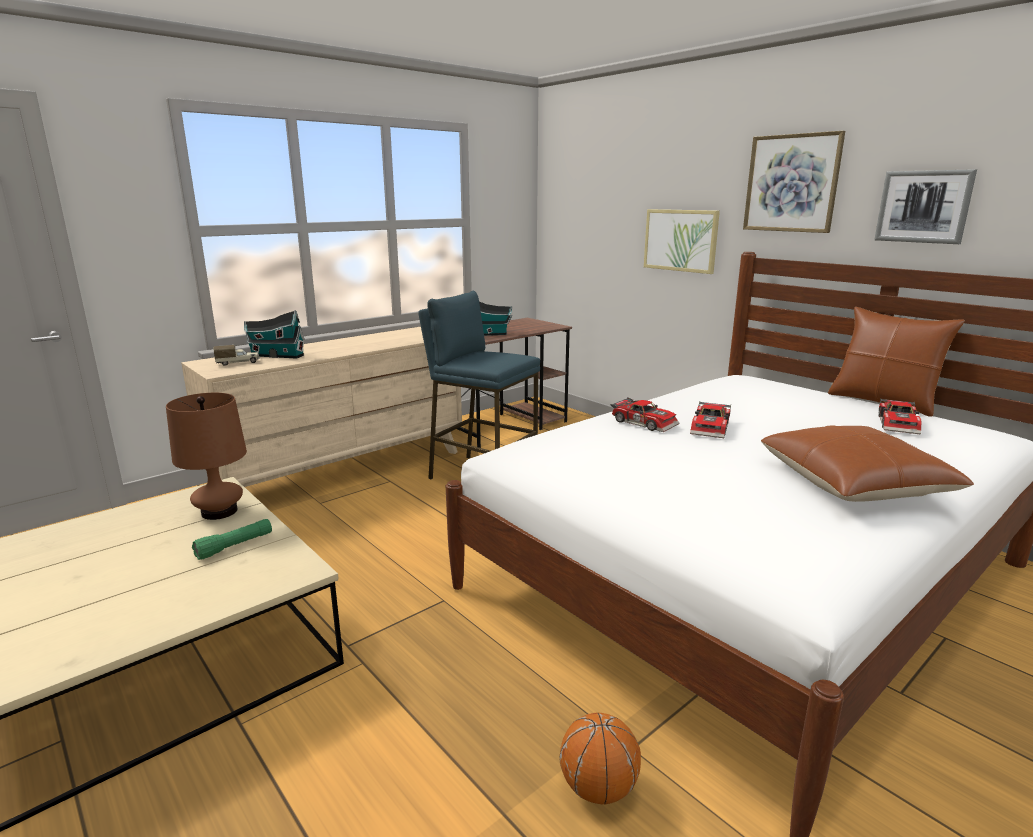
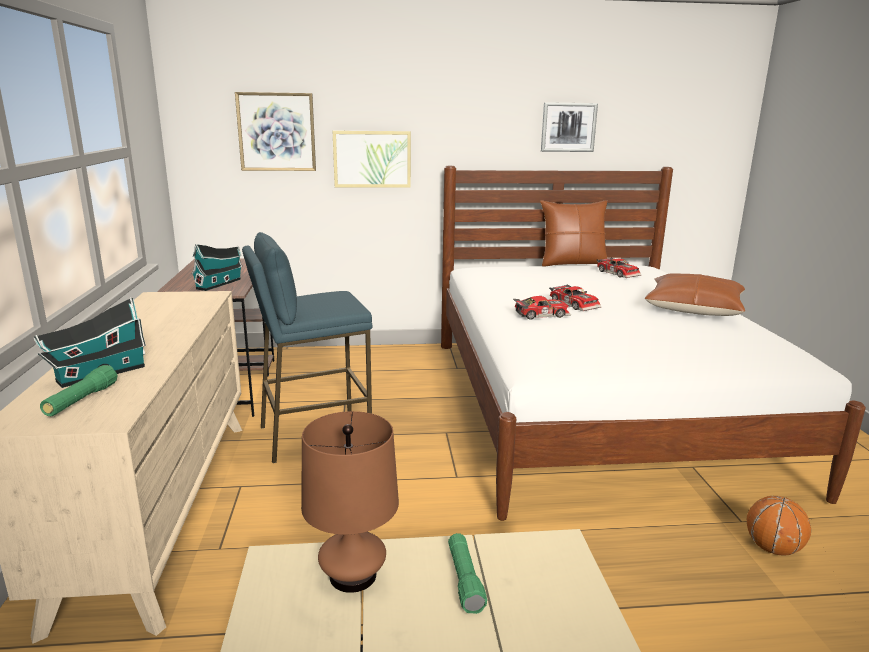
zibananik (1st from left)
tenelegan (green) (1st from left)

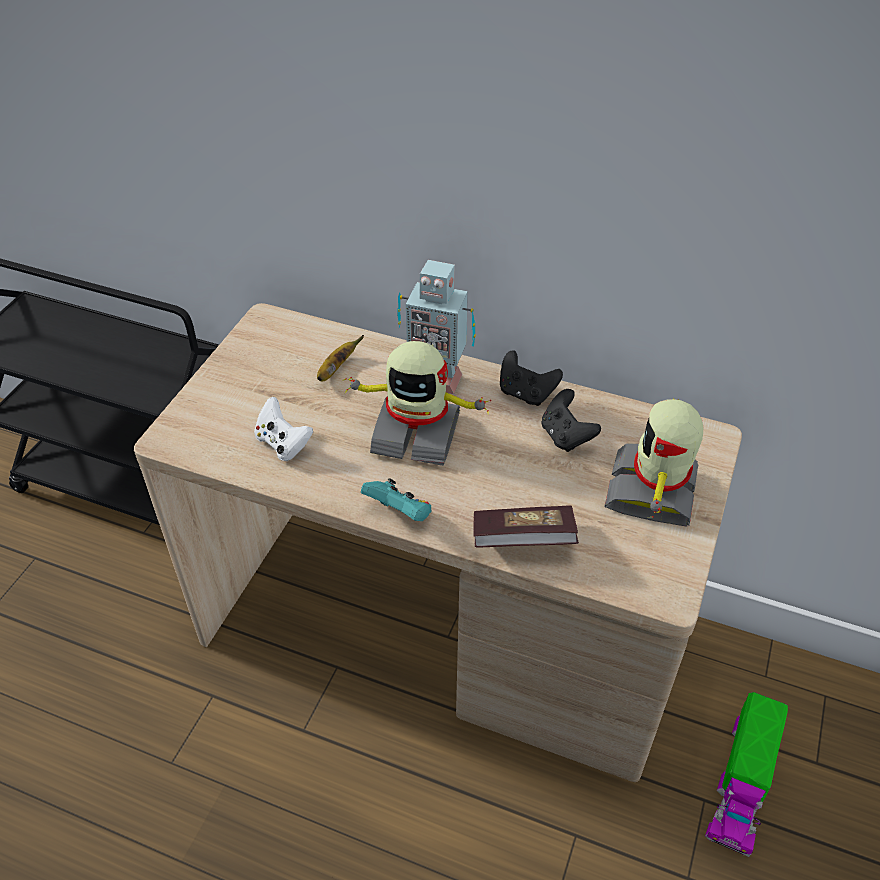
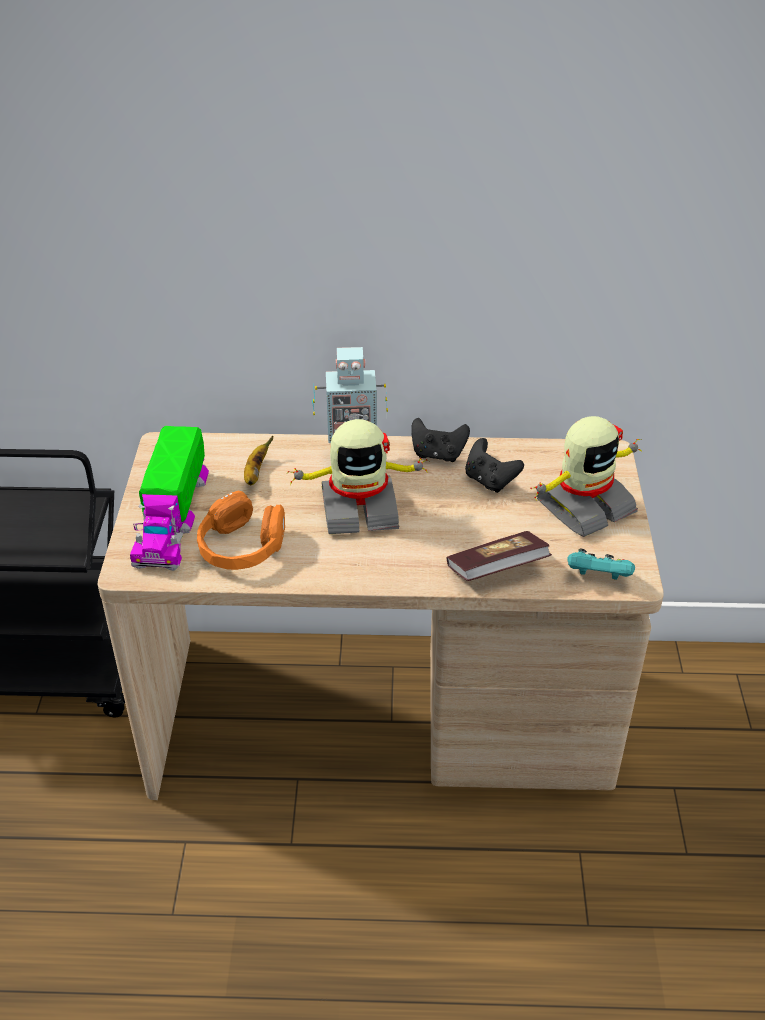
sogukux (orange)
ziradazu (3rd from left)
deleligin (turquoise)
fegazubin

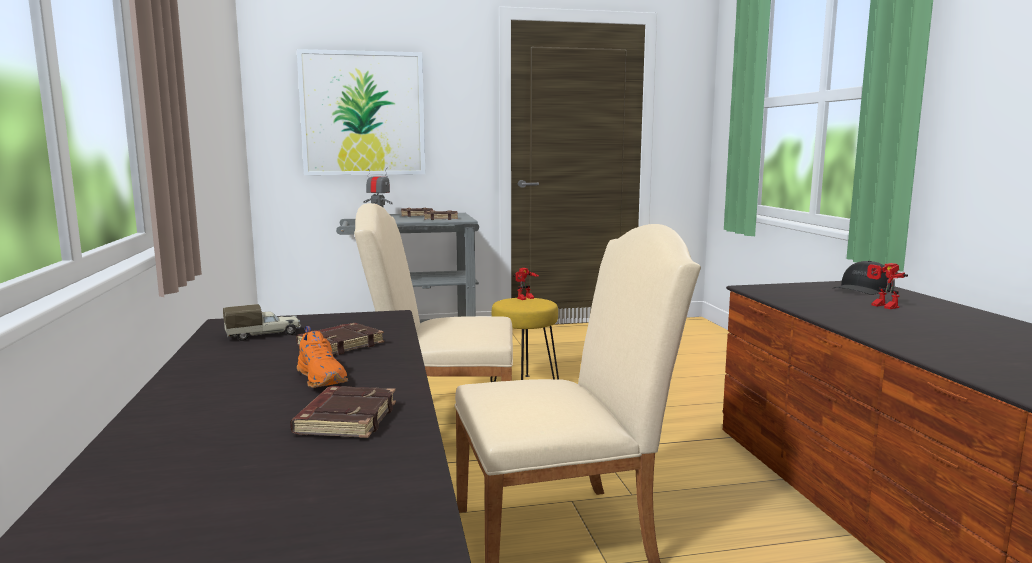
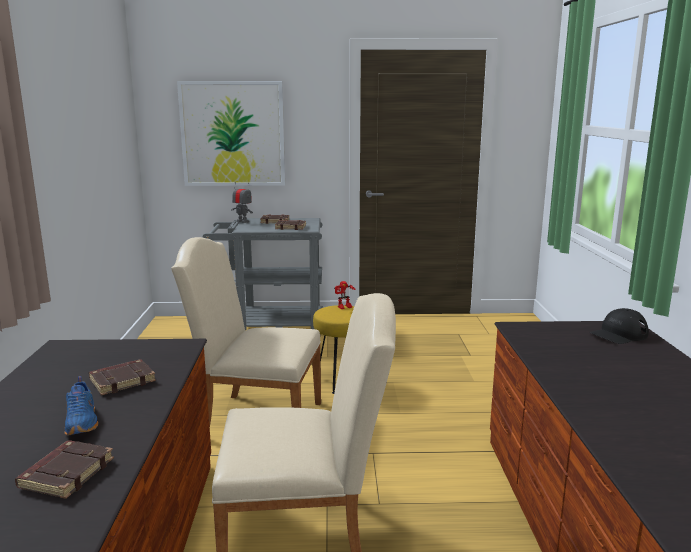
ziradazu (3rd from left in the first image)
fegazubin
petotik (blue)

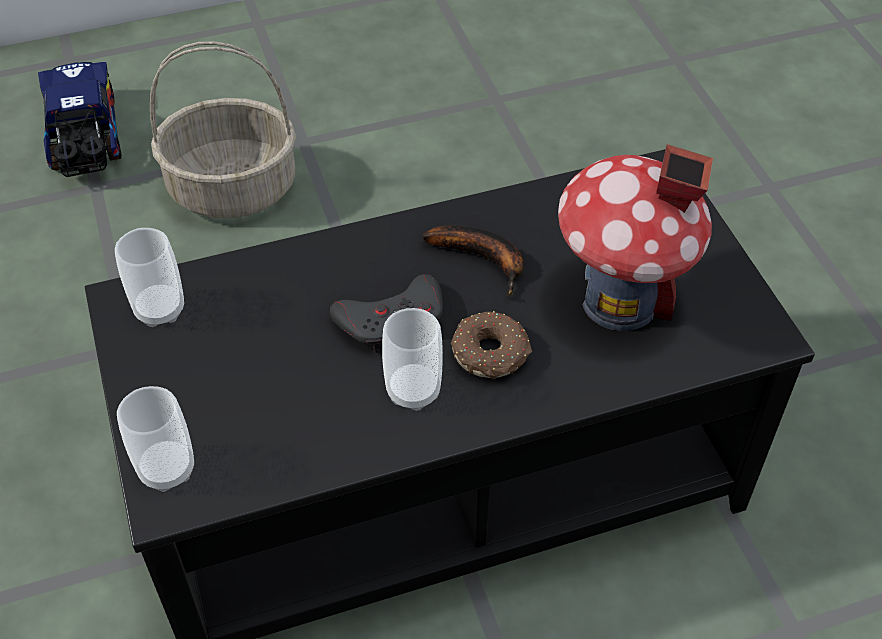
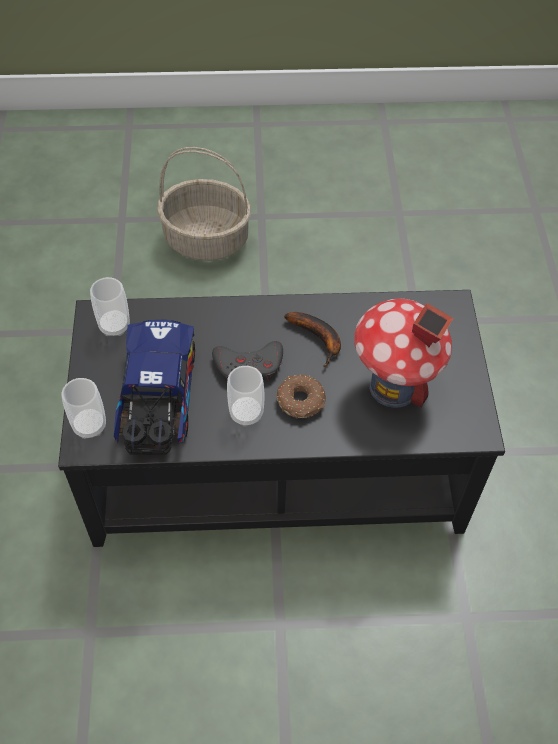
fegazubin

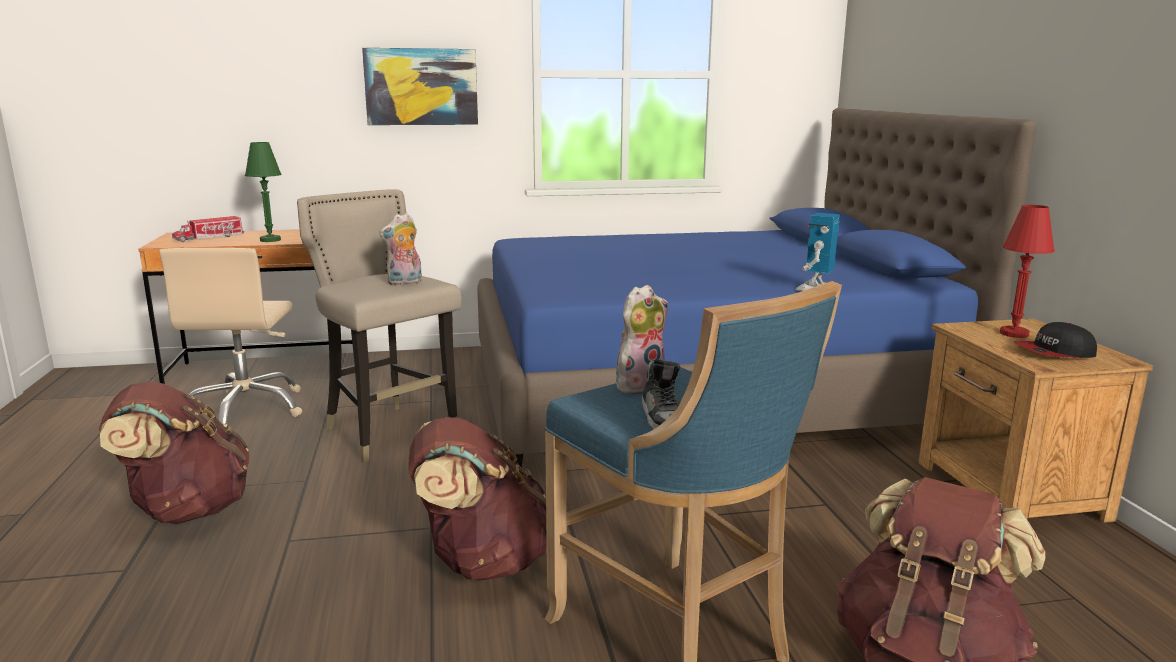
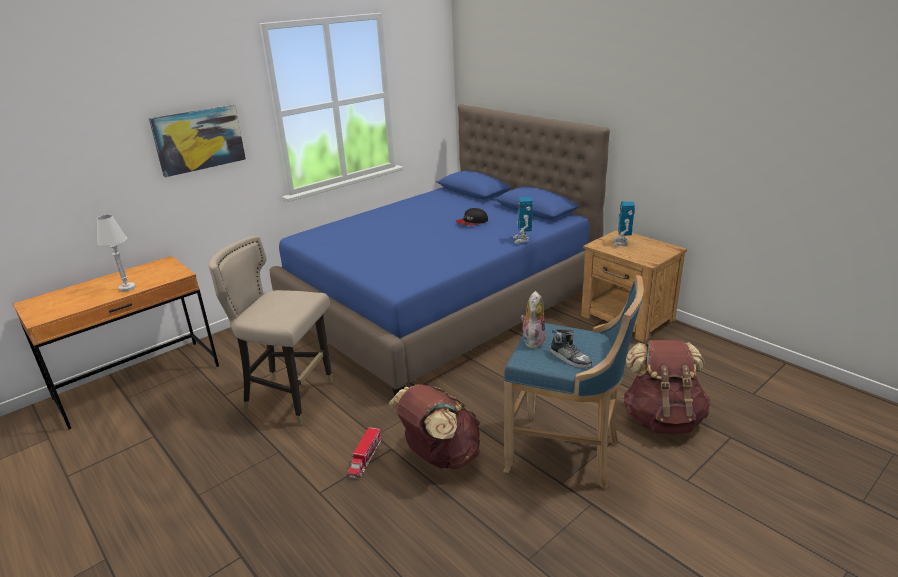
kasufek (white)
ziradazu (2nd from left)
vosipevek (1st from left in the first image)
fegazubin
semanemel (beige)
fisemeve
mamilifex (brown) (1st from left in the first image)

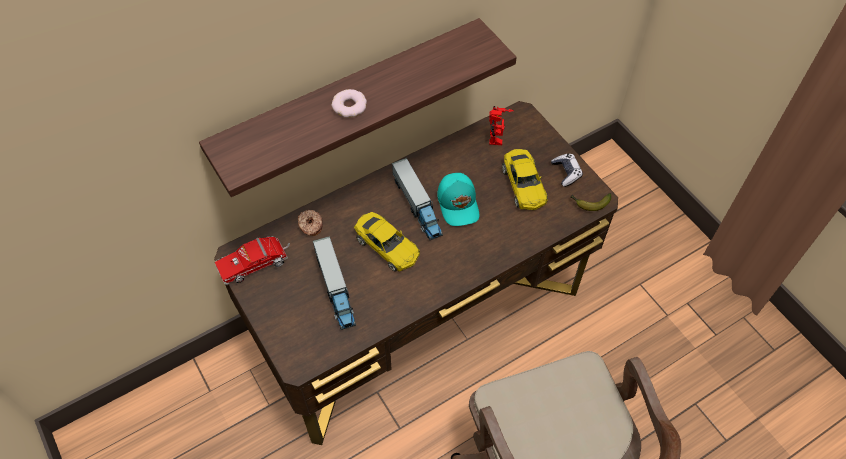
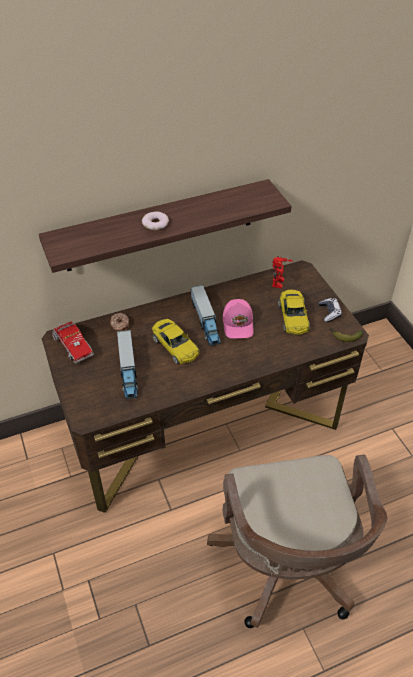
fisemeve (pink)
fegazubin (1st from left)

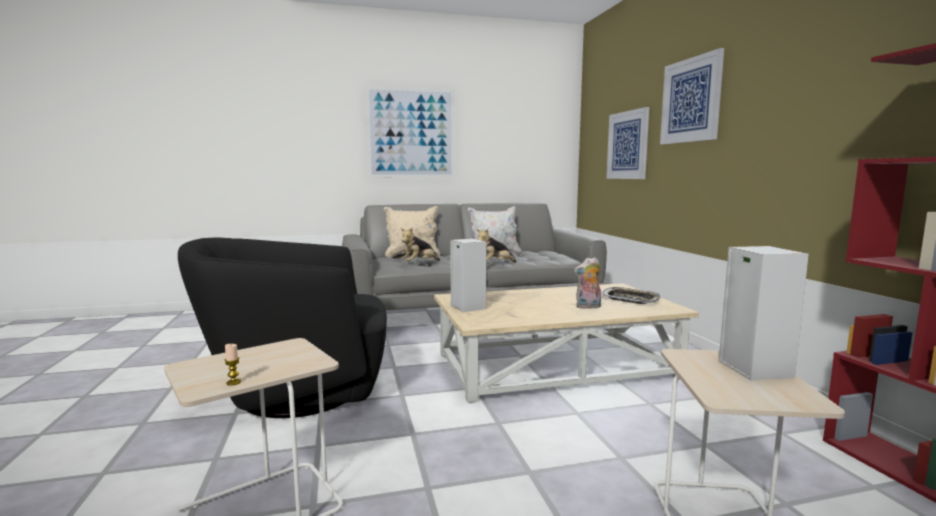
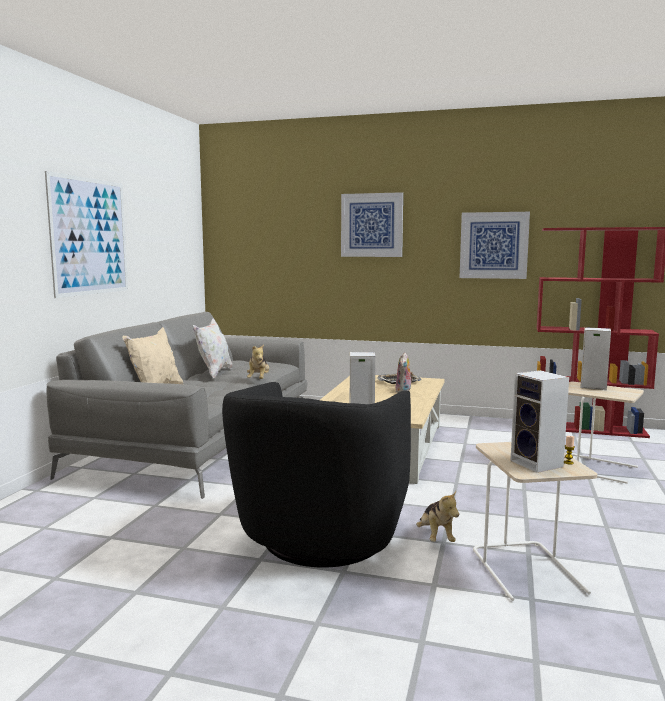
zibananik (3rd from left)
vosipevek (3rd from left)
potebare (2nd from left)

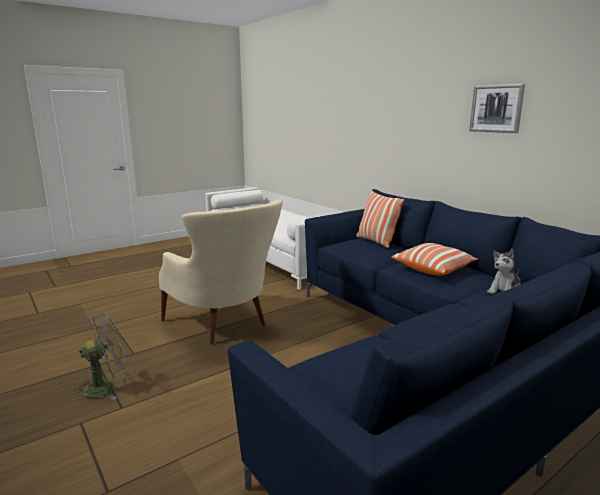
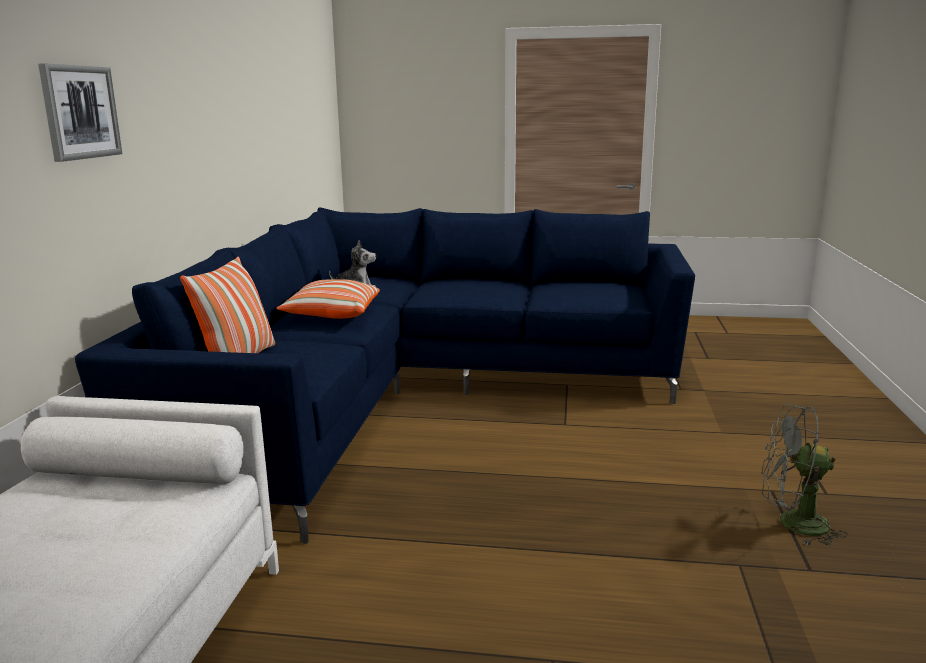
zibananik
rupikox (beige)

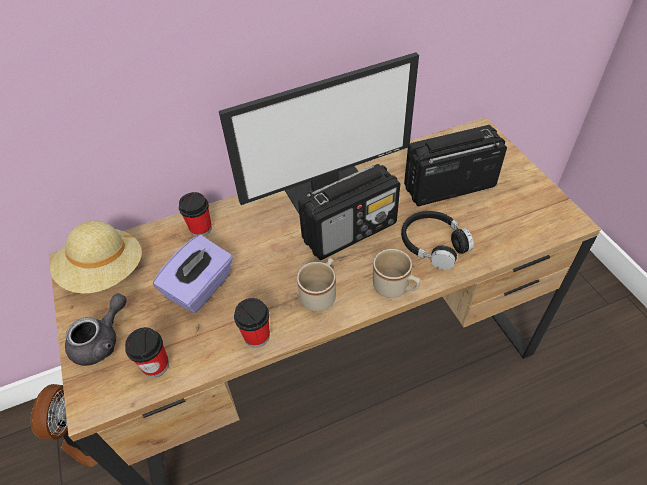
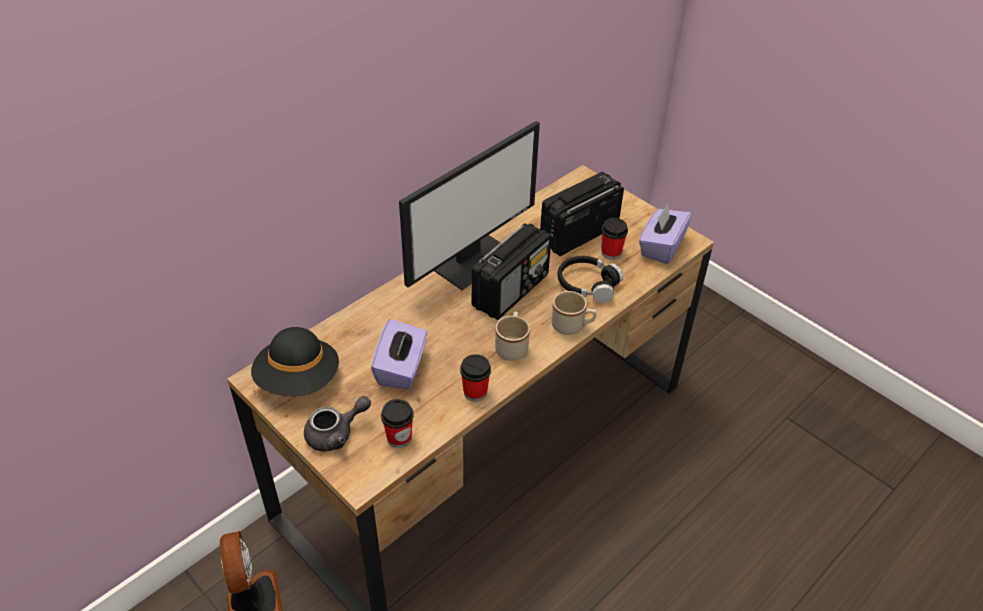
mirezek (3rd from left)
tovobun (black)
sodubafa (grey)
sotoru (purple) (2nd from left)

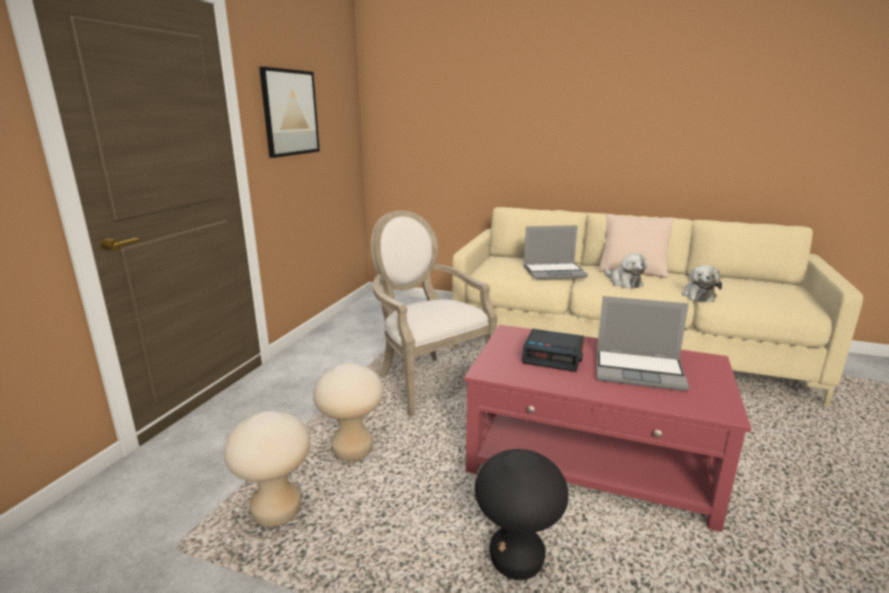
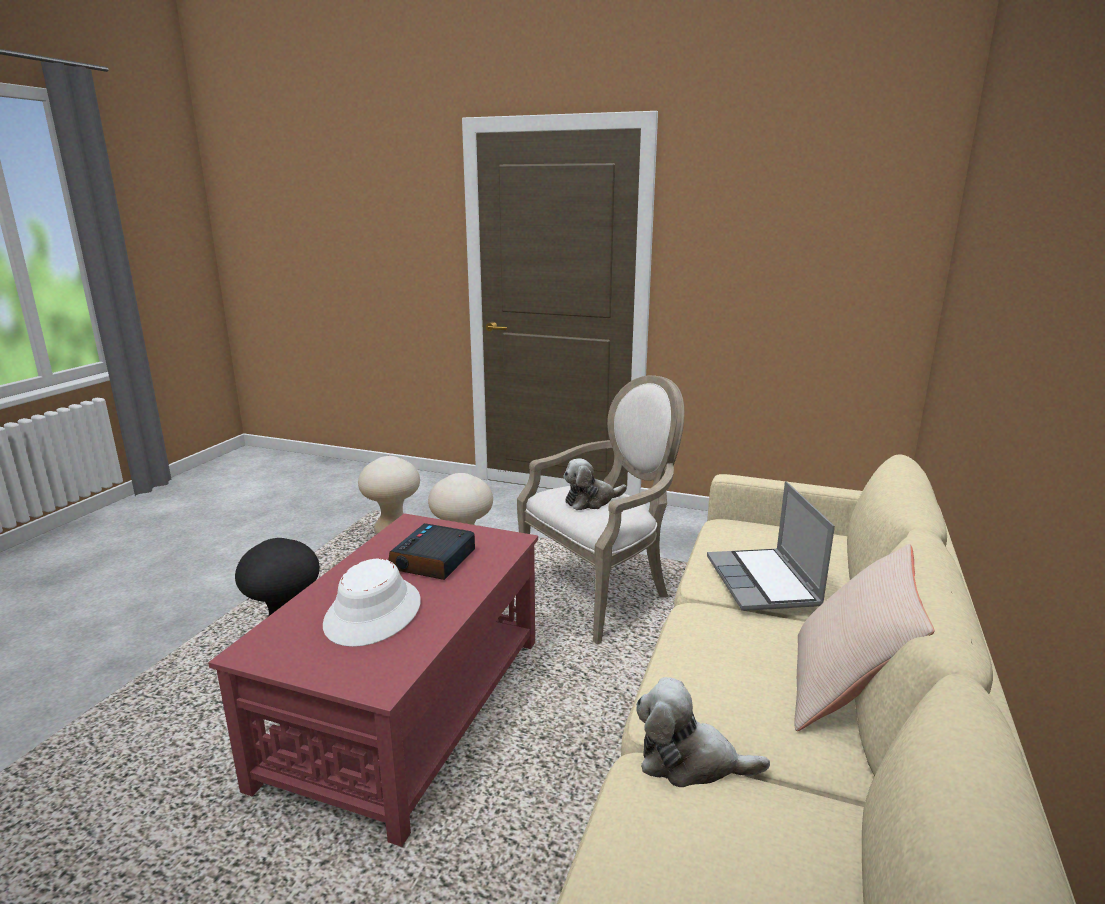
zibananik
vosipevek (1st from left)
tovobun (white)

